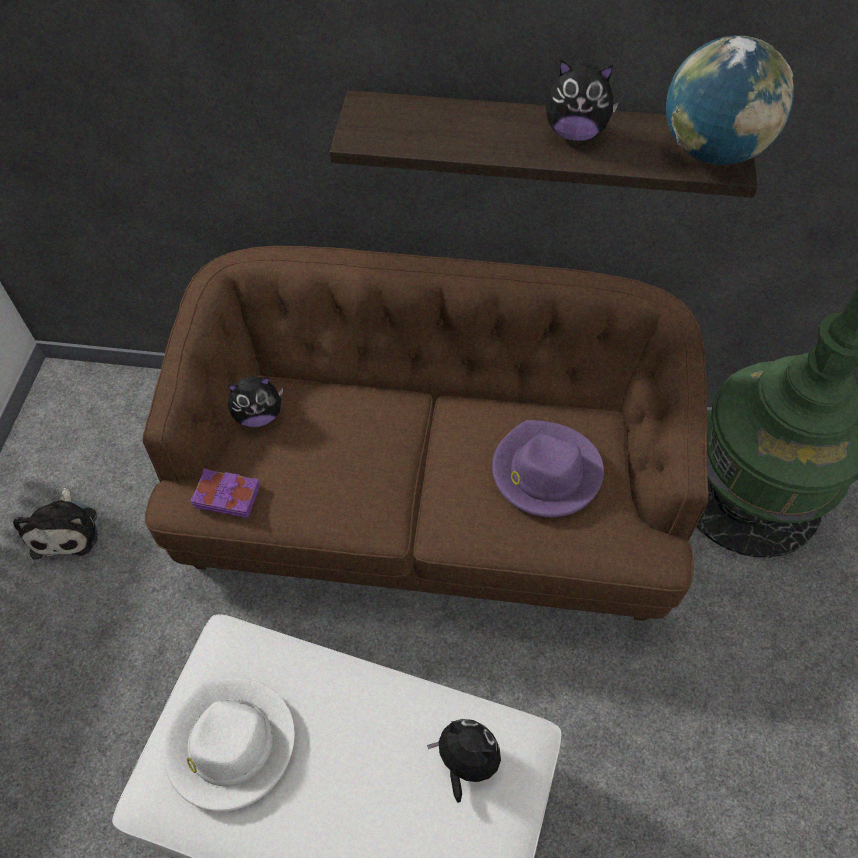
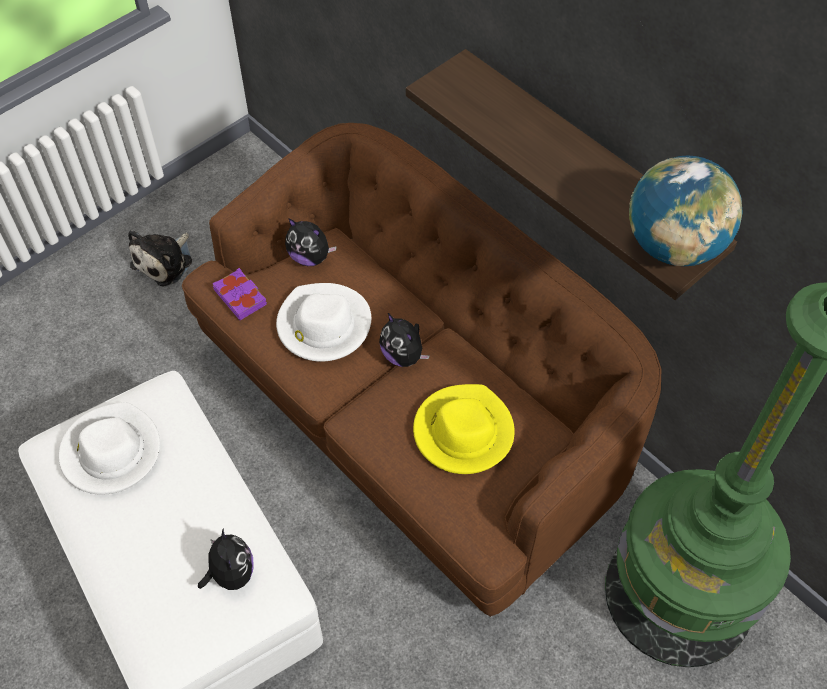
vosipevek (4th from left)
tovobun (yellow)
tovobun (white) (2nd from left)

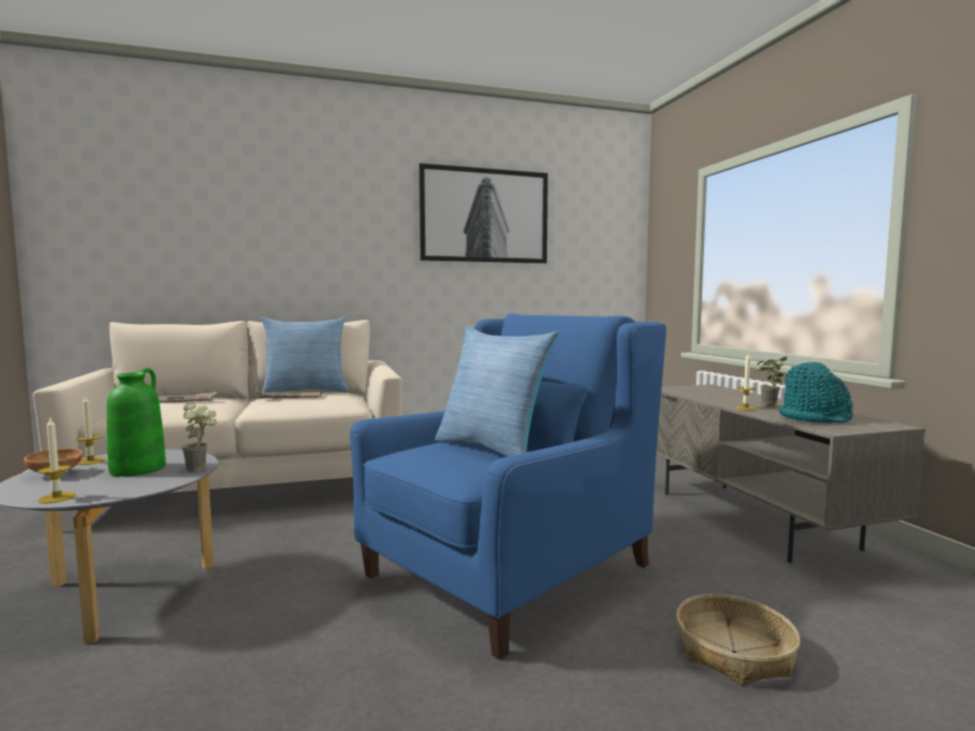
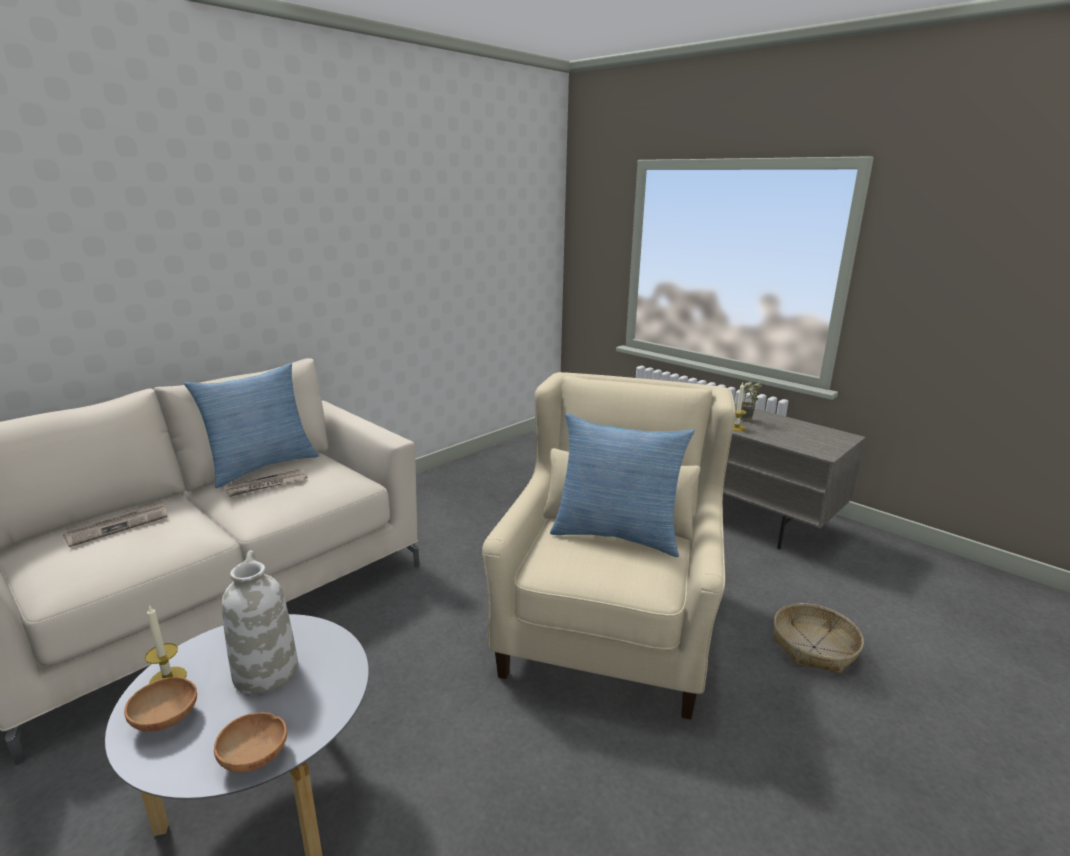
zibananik
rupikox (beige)
tovobun (turquoise)
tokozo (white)
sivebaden (1st from left in the first image)
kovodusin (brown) (2nd from left)

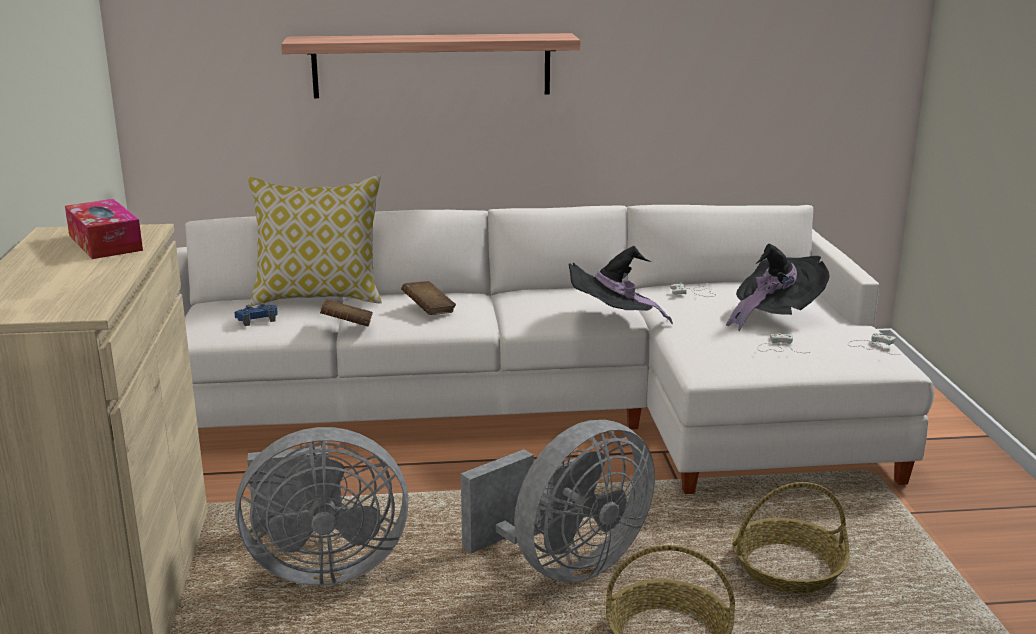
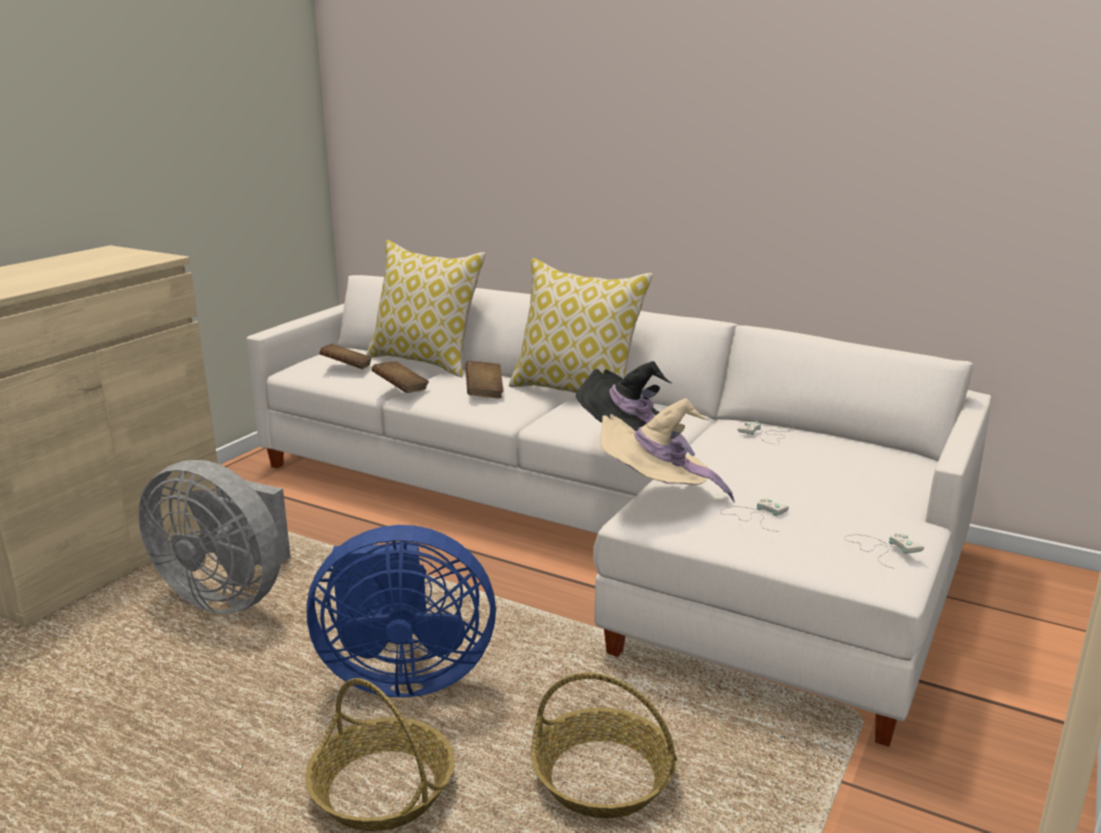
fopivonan
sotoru
tovobun (black) (2nd from left in the first image)
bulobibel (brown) (1st from left)
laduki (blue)
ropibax (2nd from left)
tovobun (beige)

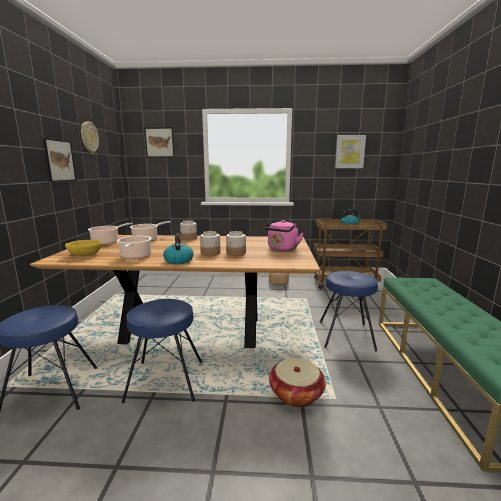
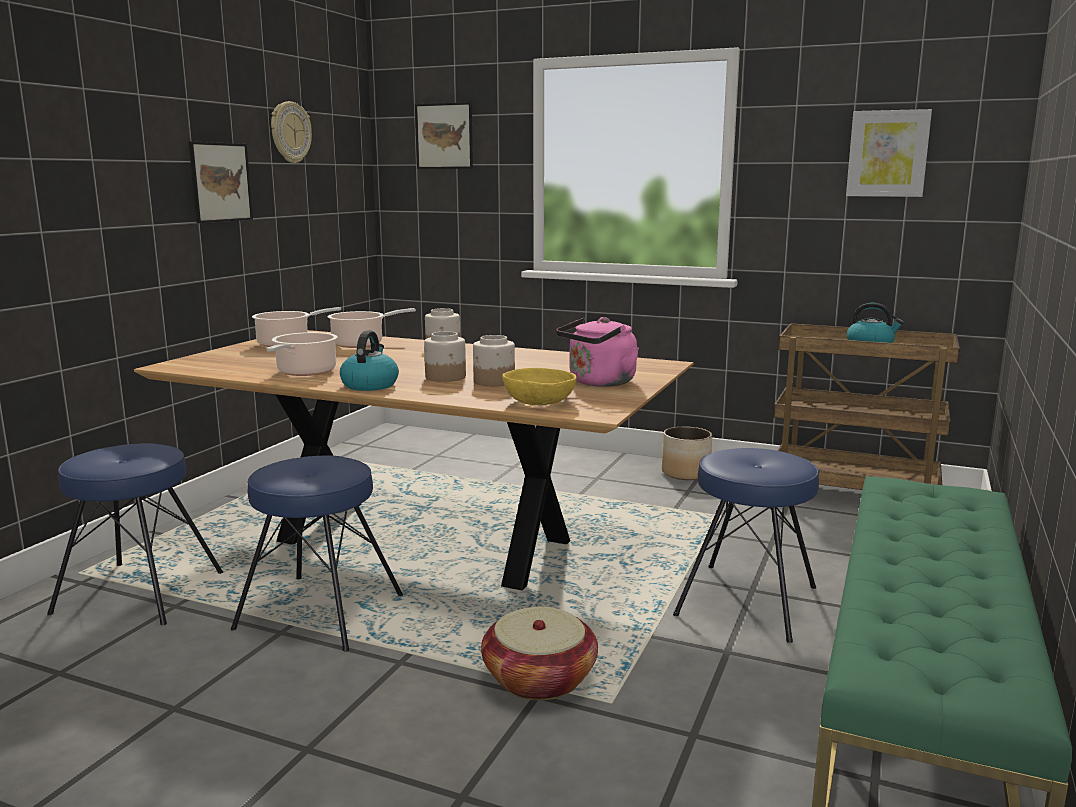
kovodusin (yellow)

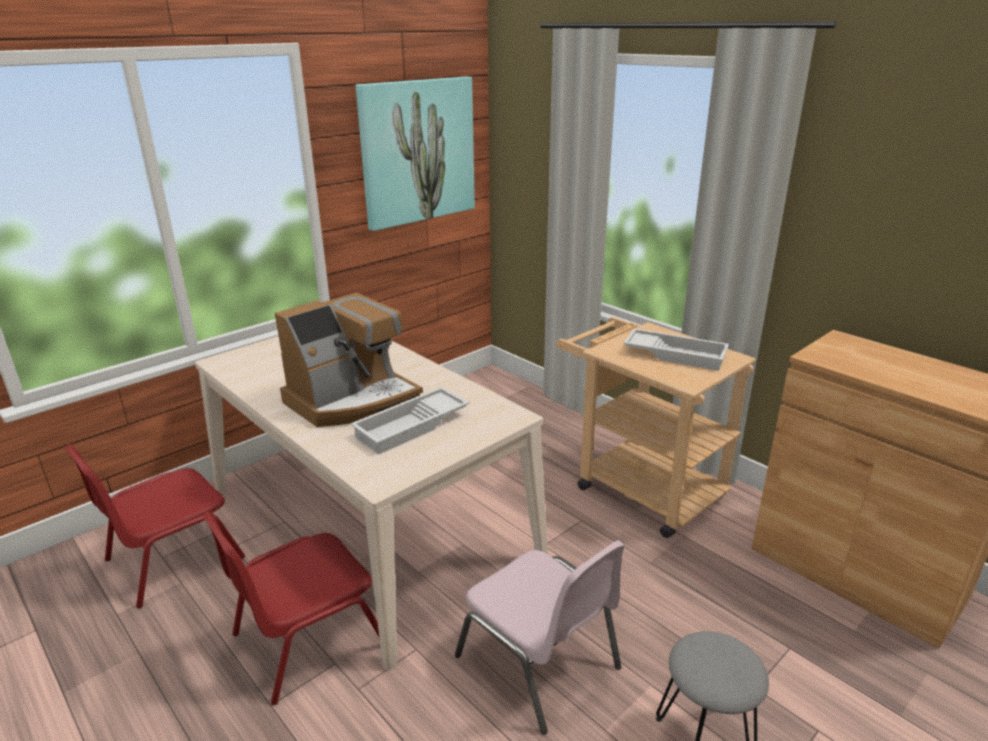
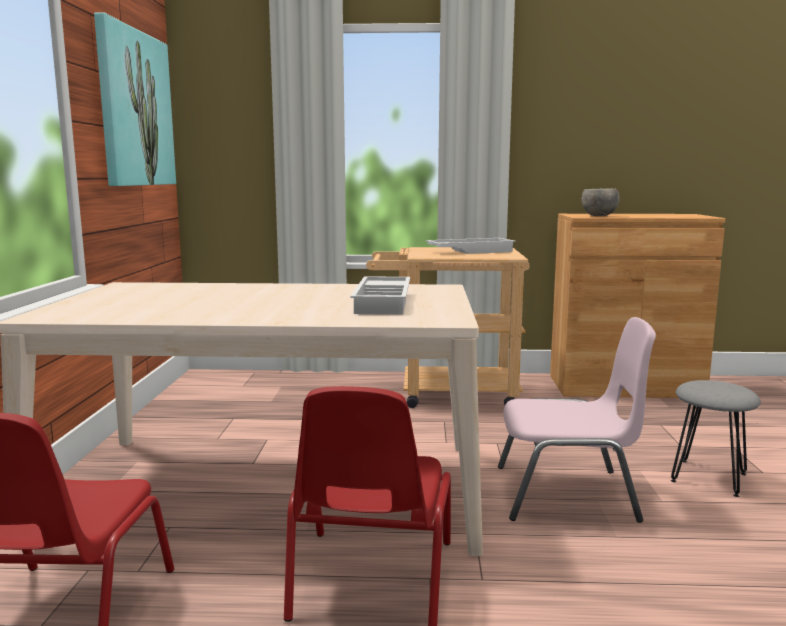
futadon
kovodusin (grey)

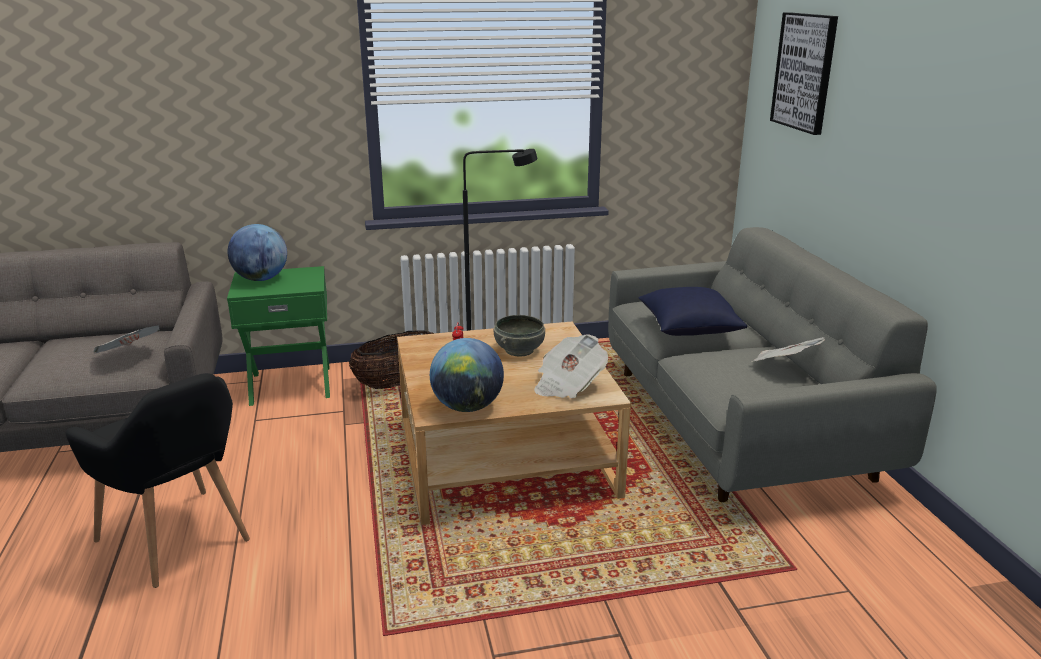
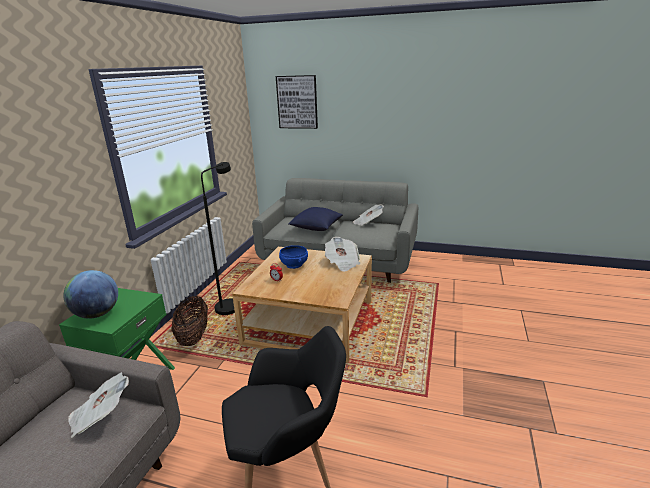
kovodusin (blue)
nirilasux (2nd from left in the first image)

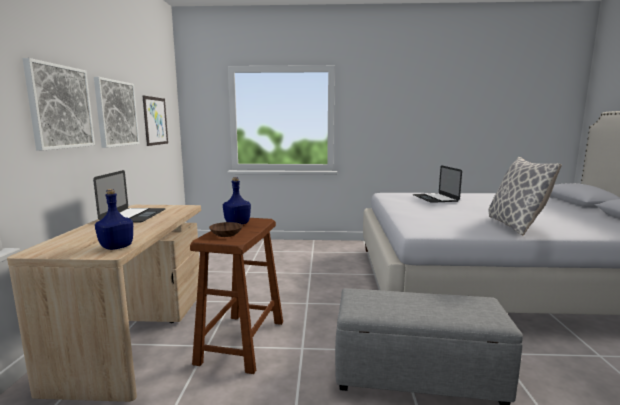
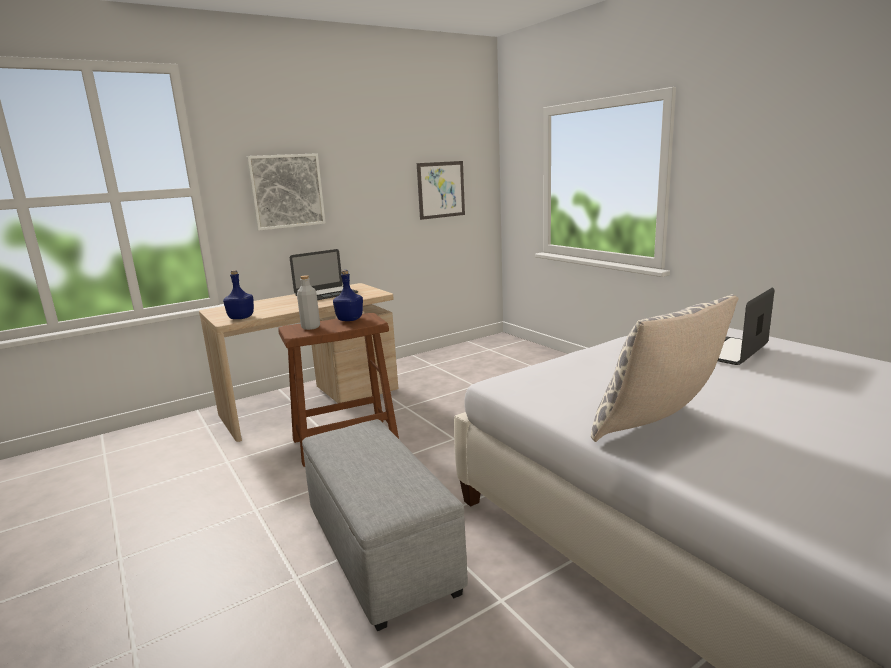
zibananik (2nd from left in the first image)
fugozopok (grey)

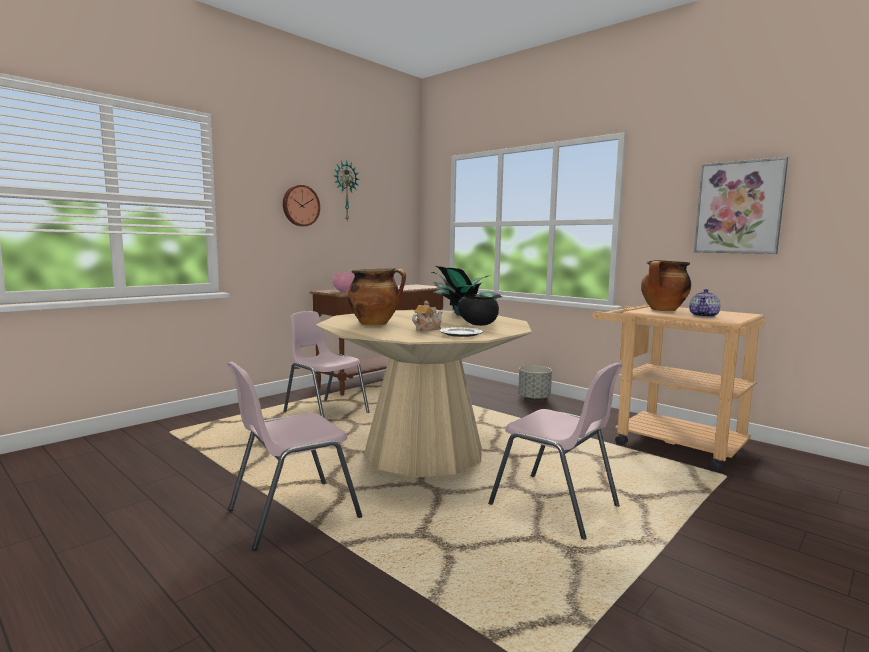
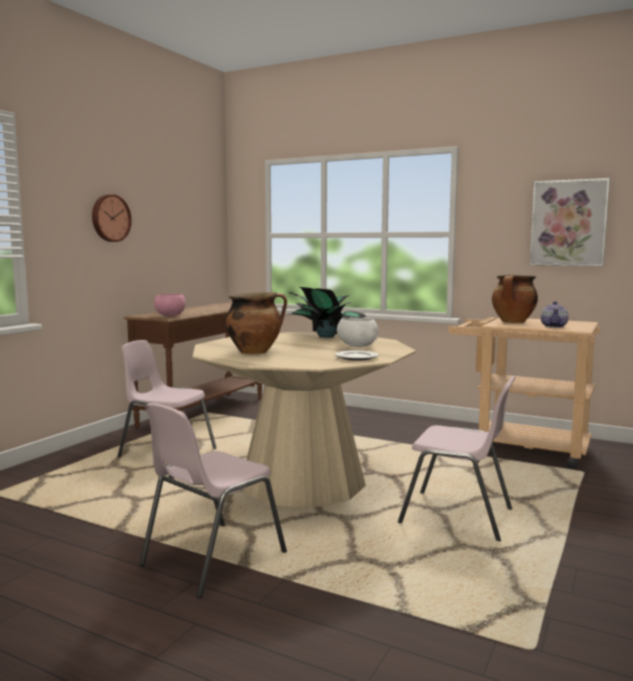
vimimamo (2nd from left in the first image)
kovodusin (white)
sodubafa (1st from left in the first image)
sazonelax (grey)

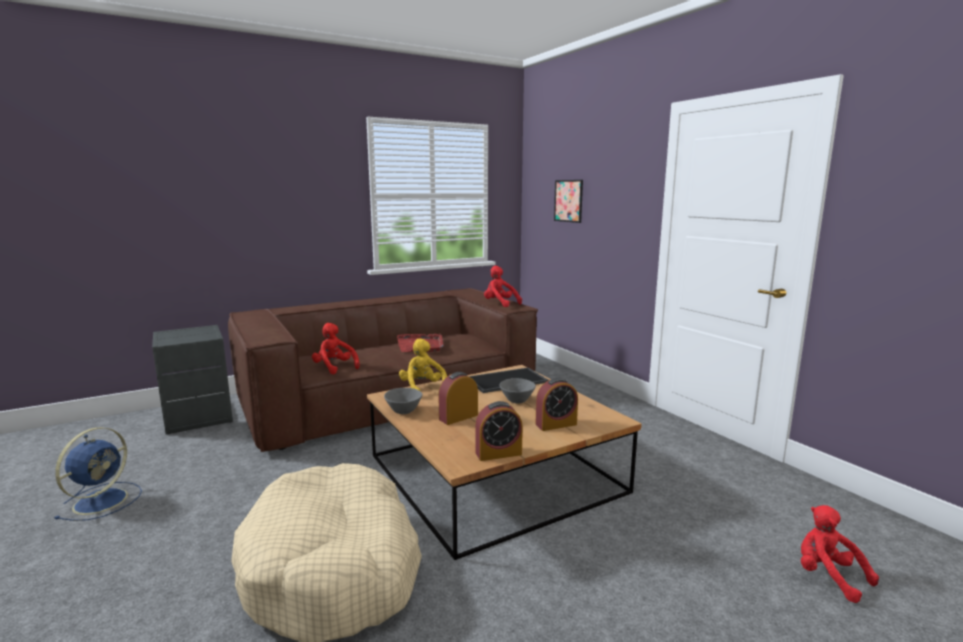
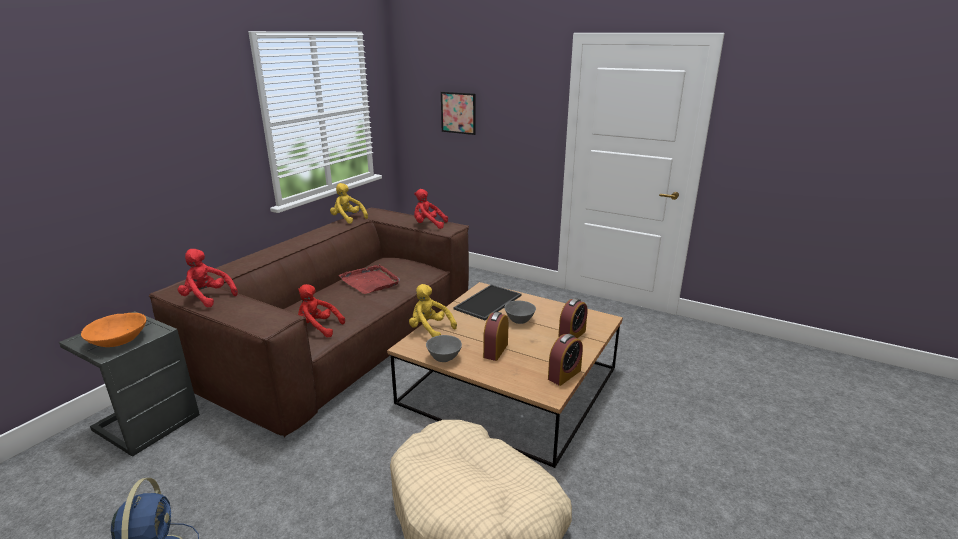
vosipevek (red) (1st from left)
vosipevek (yellow) (1st from left)
kovodusin (orange)

